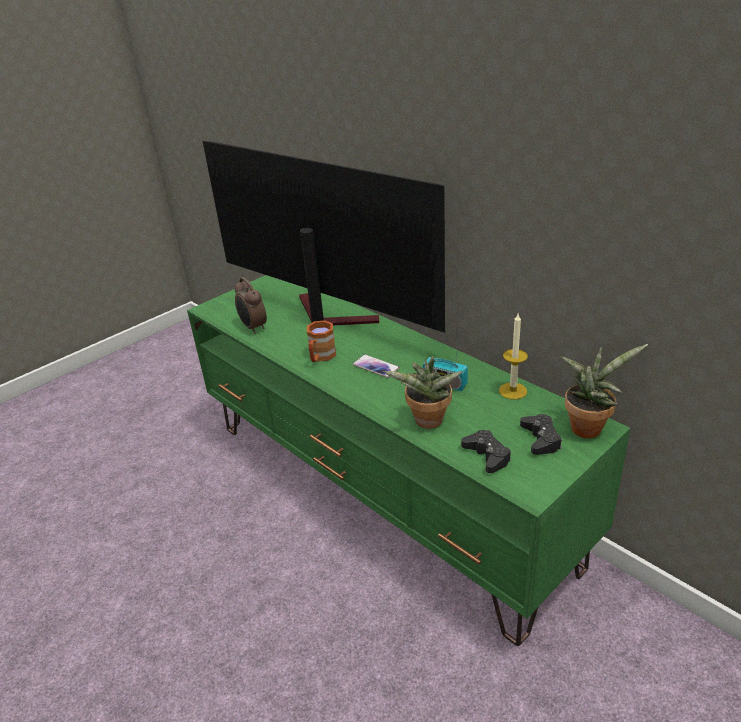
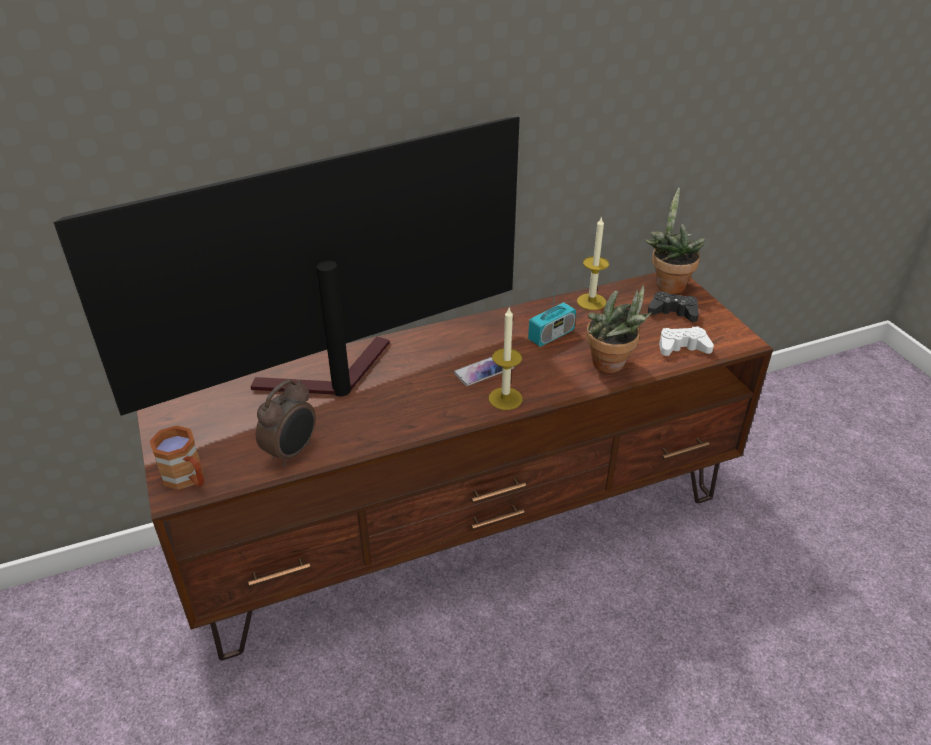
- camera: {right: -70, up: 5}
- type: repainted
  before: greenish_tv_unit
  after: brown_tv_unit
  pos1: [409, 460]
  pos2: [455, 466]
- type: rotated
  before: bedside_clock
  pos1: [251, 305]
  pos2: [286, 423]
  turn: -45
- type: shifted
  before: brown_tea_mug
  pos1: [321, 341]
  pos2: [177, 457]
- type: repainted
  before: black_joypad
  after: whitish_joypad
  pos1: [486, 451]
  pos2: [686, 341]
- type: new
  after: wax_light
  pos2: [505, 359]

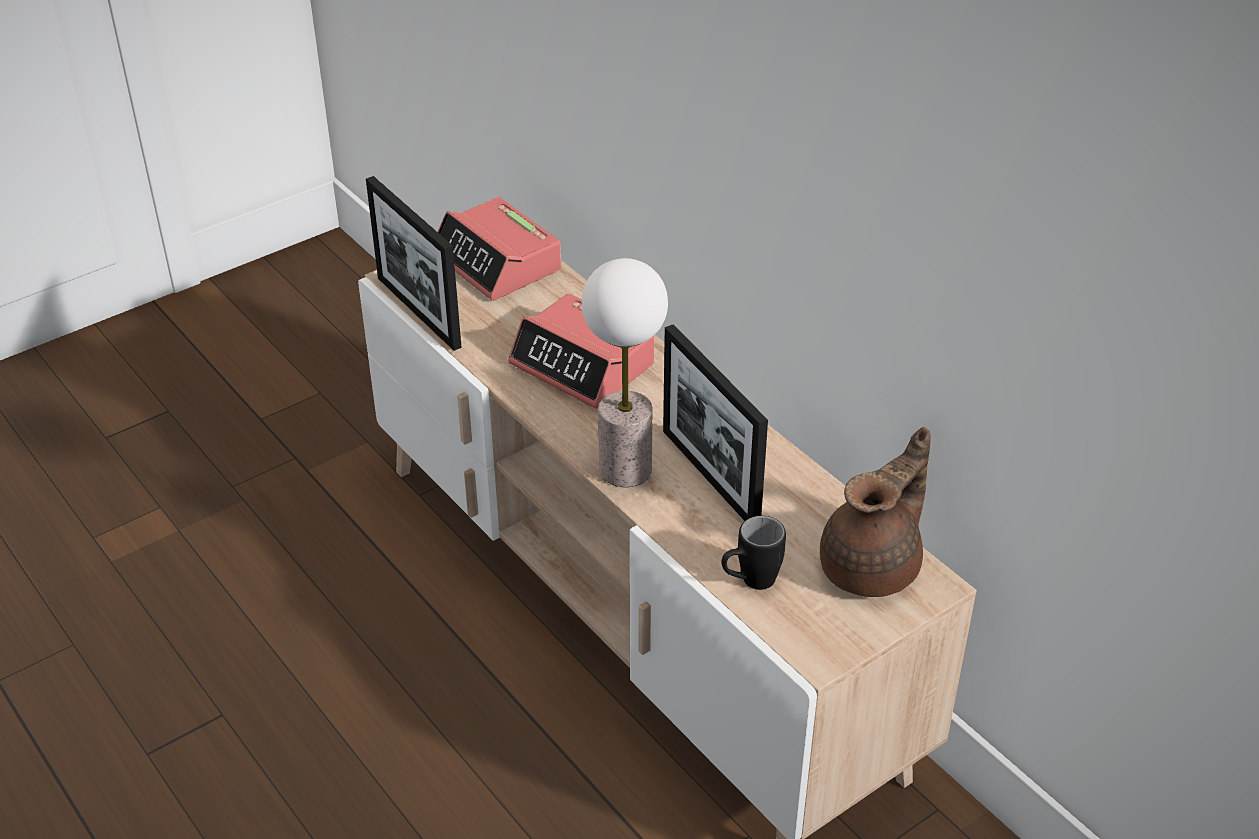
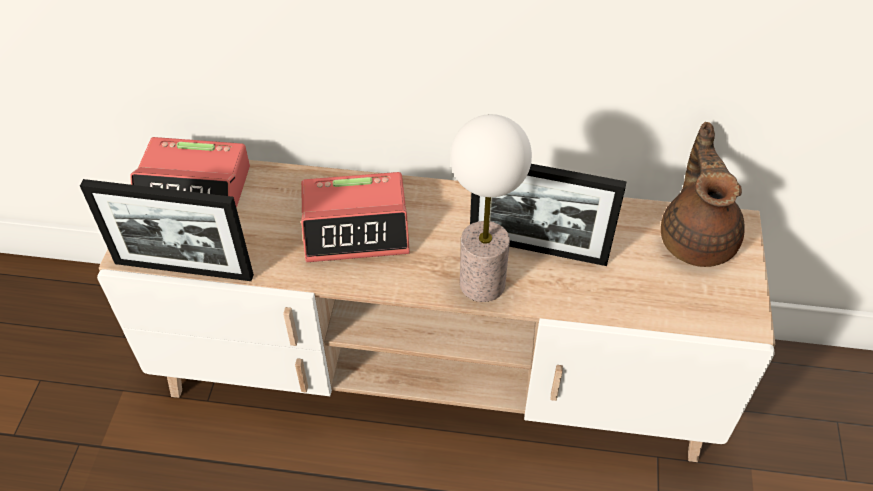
- camera: {right: -45, up: 10}
- type: gone
  before: black_tea_mug
  pos1: [753, 553]

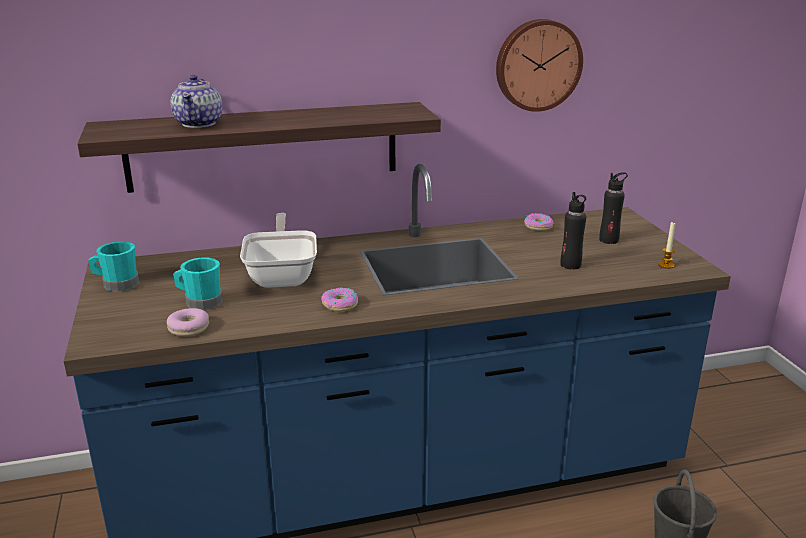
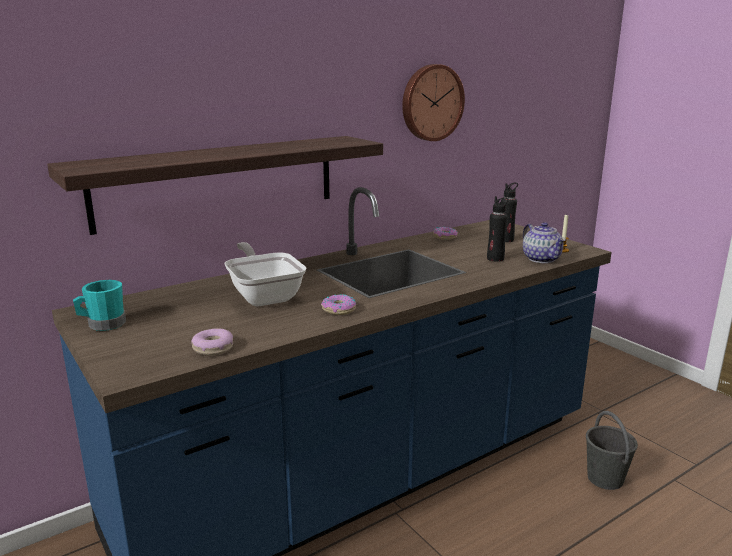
- camera: {right: -20, up: -5}
- type: shifted
  before: tea_pot
  pos1: [196, 101]
  pos2: [544, 242]
- type: gone
  before: turquoise_tea_mug
  pos1: [198, 284]

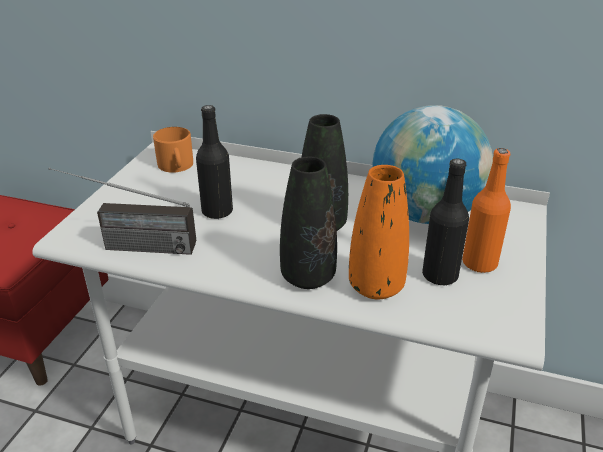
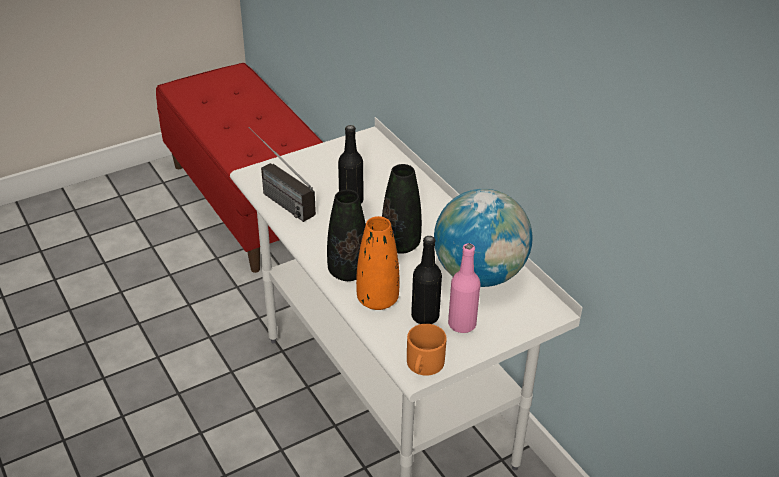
- camera: {right: 40, up: 5}
- type: shifted
  before: orangey_tea_mug
  pos1: [173, 150]
  pos2: [427, 350]
- type: repainted
  before: orangey_beverage_bottle
  after: pinkish_beverage_bottle
  pos1: [486, 210]
  pos2: [464, 288]

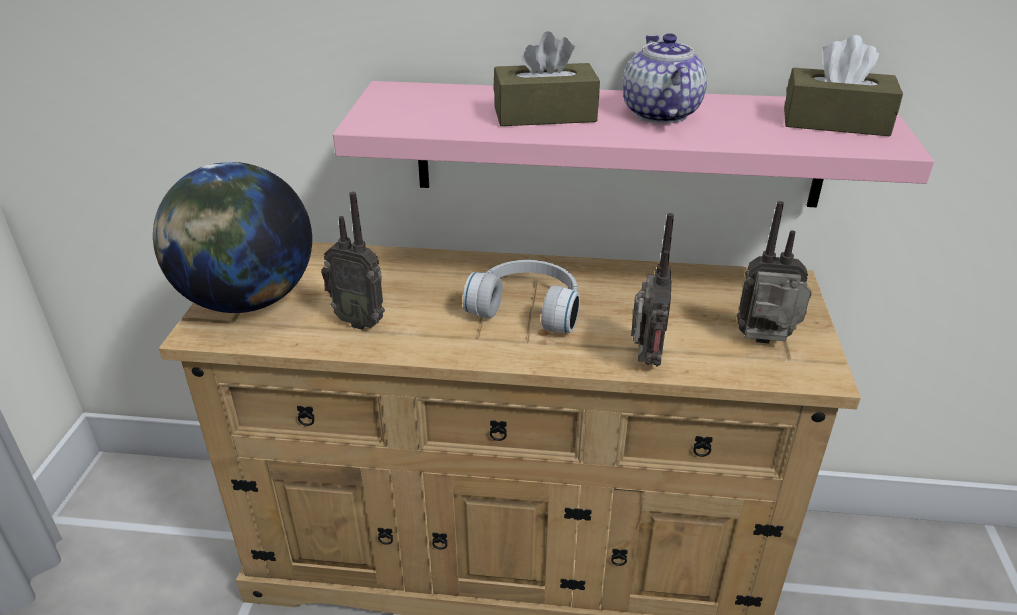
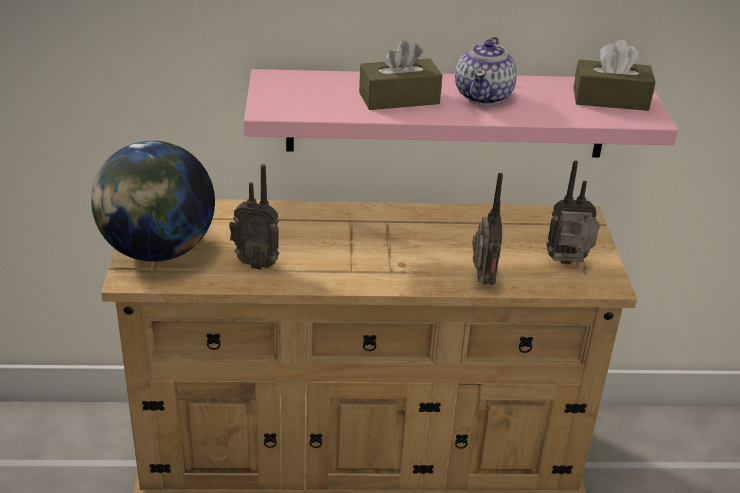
- camera: {right: -10, up: 0}
- type: rotated
  before: tea_pot
  pos1: [665, 78]
  pos2: [486, 71]
  turn: -150
- type: gone
  before: whitish_headset
  pos1: [521, 296]

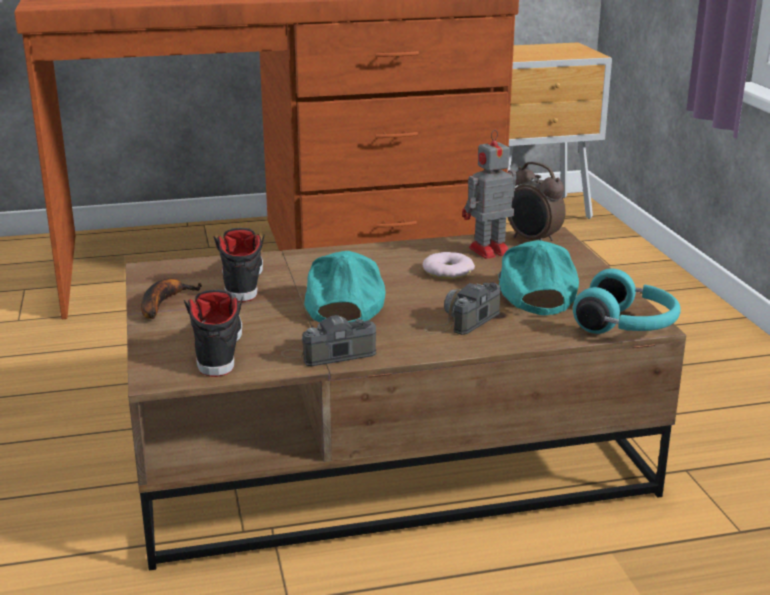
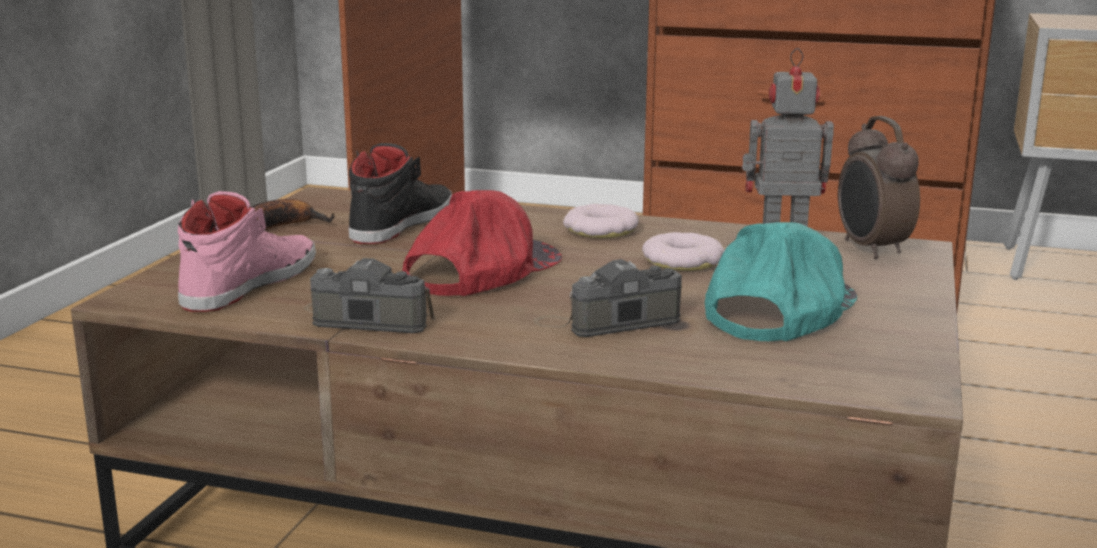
- camera: {right: 30, up: -5}
- type: repainted
  before: turquoise_baseball_cap
  after: red-coloured_baseball_cap
  pos1: [344, 287]
  pos2: [482, 243]
- type: gone
  before: turquoise_headset
  pos1: [627, 301]
- type: repainted
  before: black_low_shoe
  after: pinkish_low_shoe
  pos1: [213, 333]
  pos2: [247, 251]
- type: new
  after: ring_doughnut
  pos2: [601, 221]

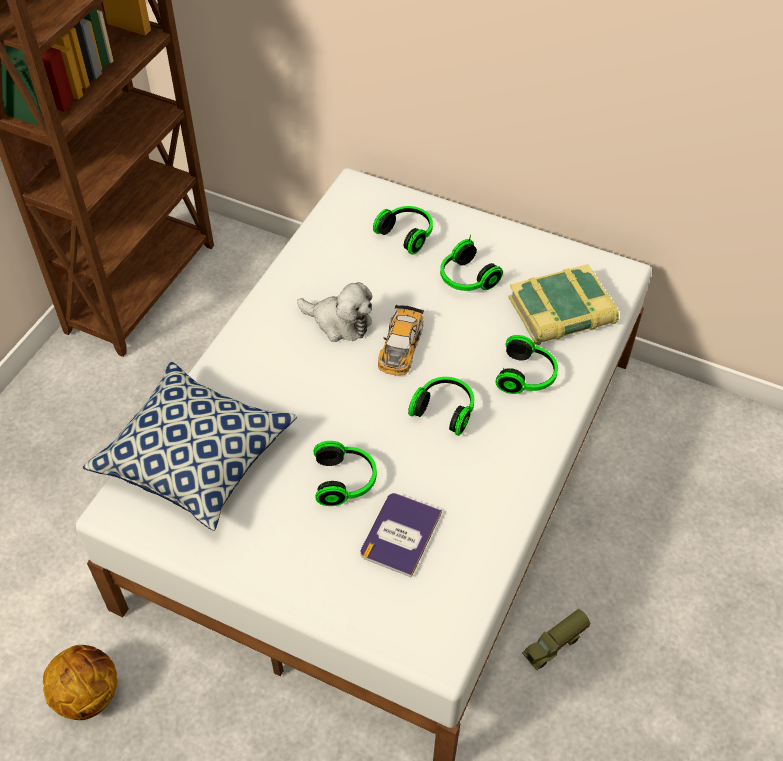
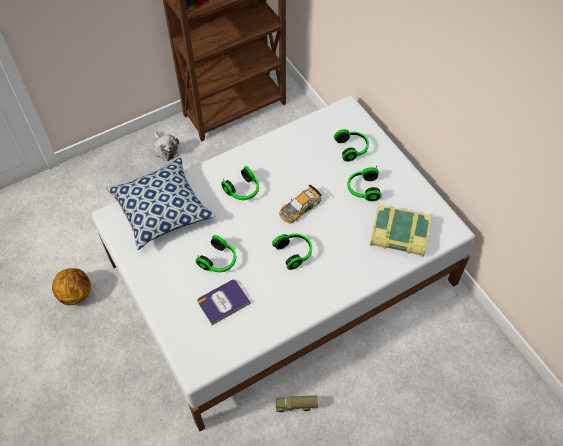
- camera: {right: 35, up: 5}
- type: shifted
  before: plush_toy
  pos1: [334, 312]
  pos2: [166, 146]
- type: shifted
  before: headset
  pos1: [526, 364]
  pos2: [240, 183]

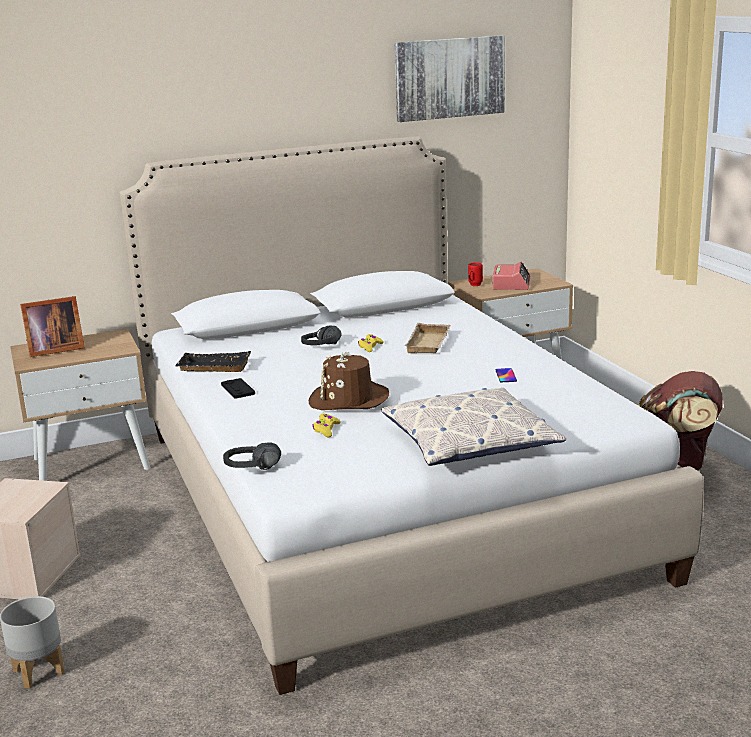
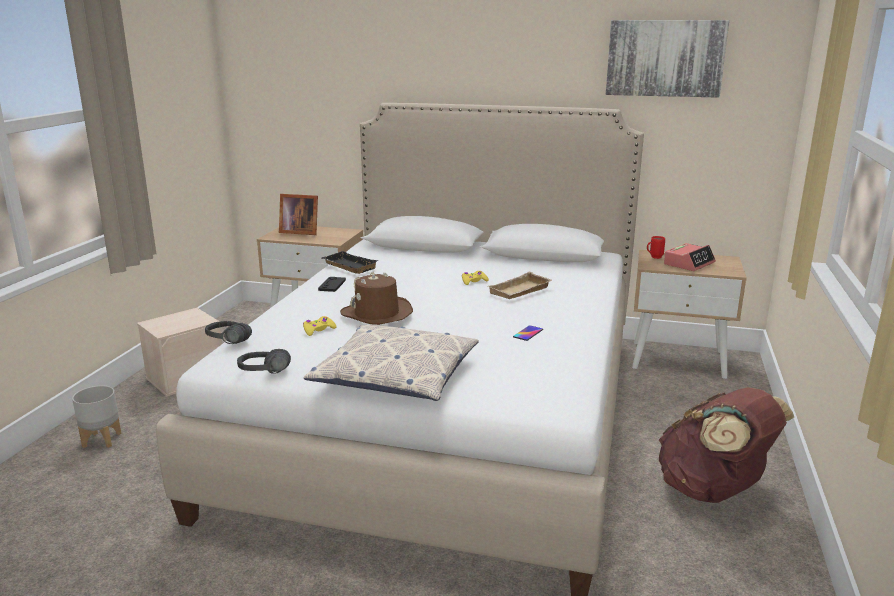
- camera: {right: 35, up: 0}
- type: shifted
  before: black_headset
  pos1: [321, 335]
  pos2: [264, 361]

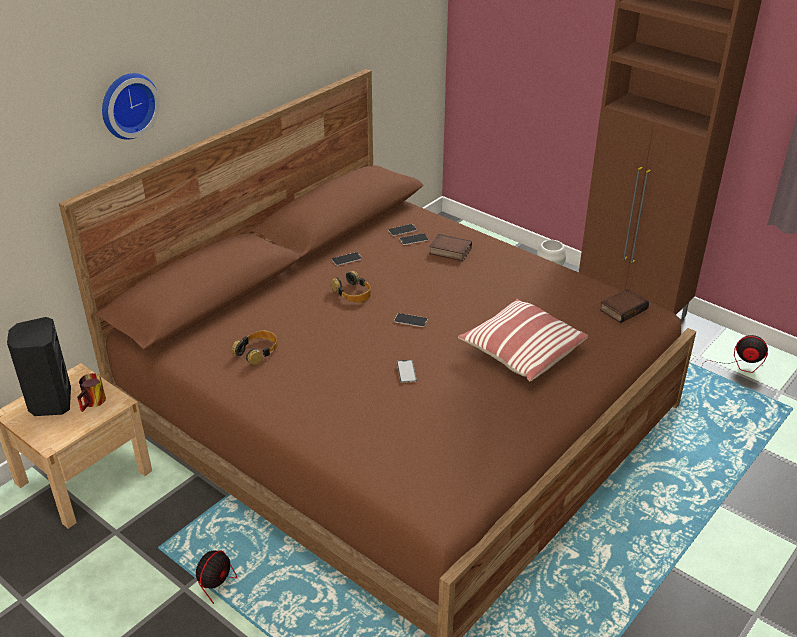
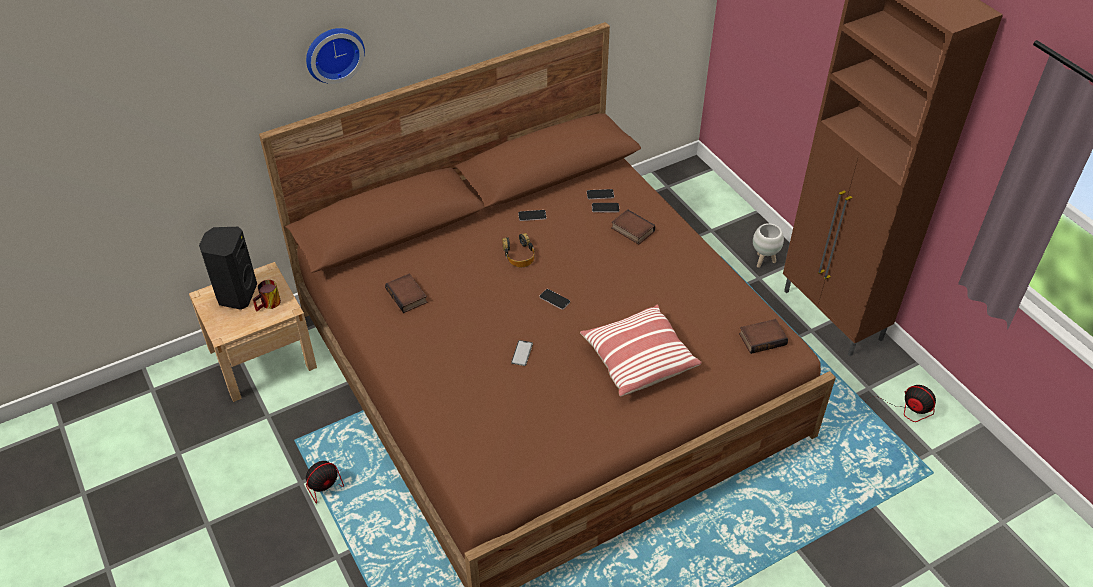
- camera: {right: 20, up: 10}
- type: swapped
  before: headset
  after: bound_book
  pos1: [254, 348]
  pos2: [406, 293]

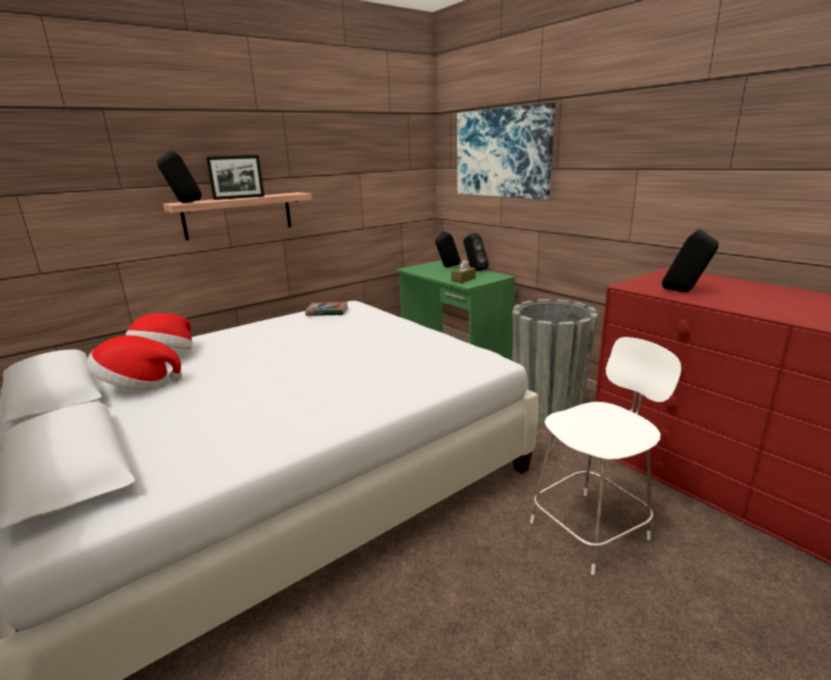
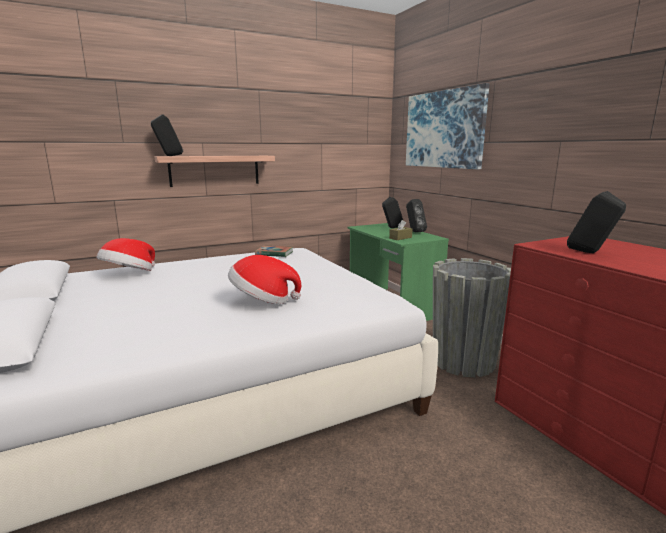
- camera: {right: 10, up: -5}
- type: gone
  before: standing_frame
  pos1: [235, 177]
- type: shifted
  before: wearable_hat
  pos1: [134, 362]
  pos2: [264, 279]
- type: gone
  before: whitish_upright_chair
  pos1: [605, 456]

